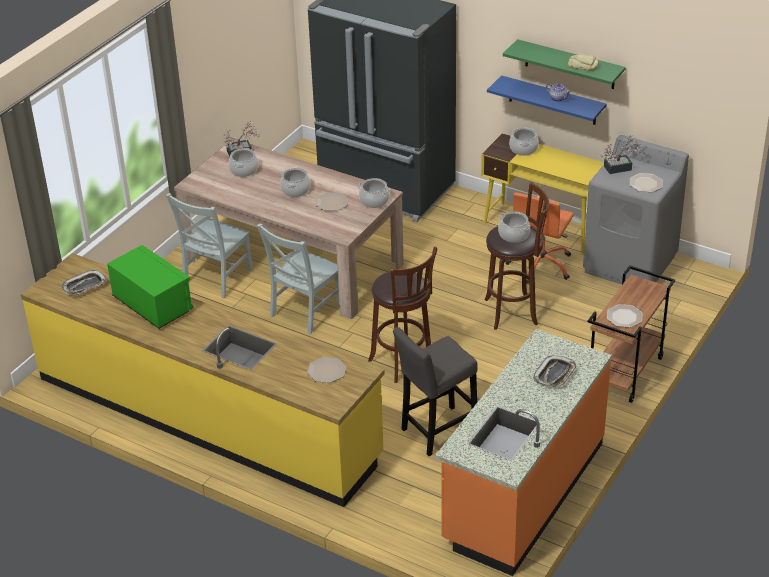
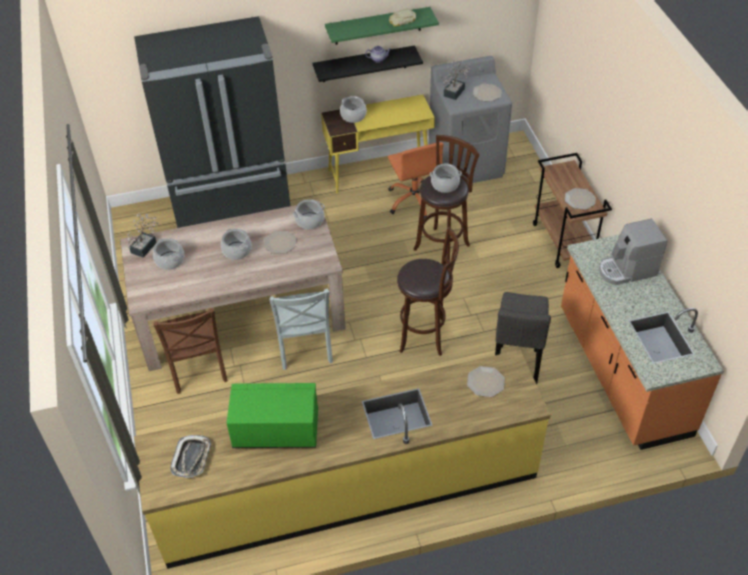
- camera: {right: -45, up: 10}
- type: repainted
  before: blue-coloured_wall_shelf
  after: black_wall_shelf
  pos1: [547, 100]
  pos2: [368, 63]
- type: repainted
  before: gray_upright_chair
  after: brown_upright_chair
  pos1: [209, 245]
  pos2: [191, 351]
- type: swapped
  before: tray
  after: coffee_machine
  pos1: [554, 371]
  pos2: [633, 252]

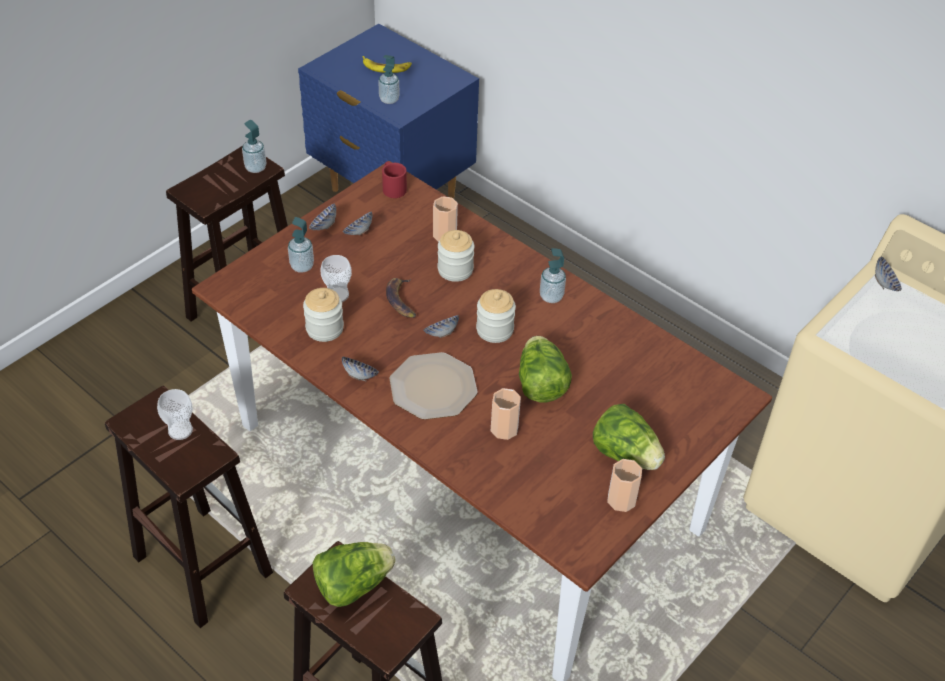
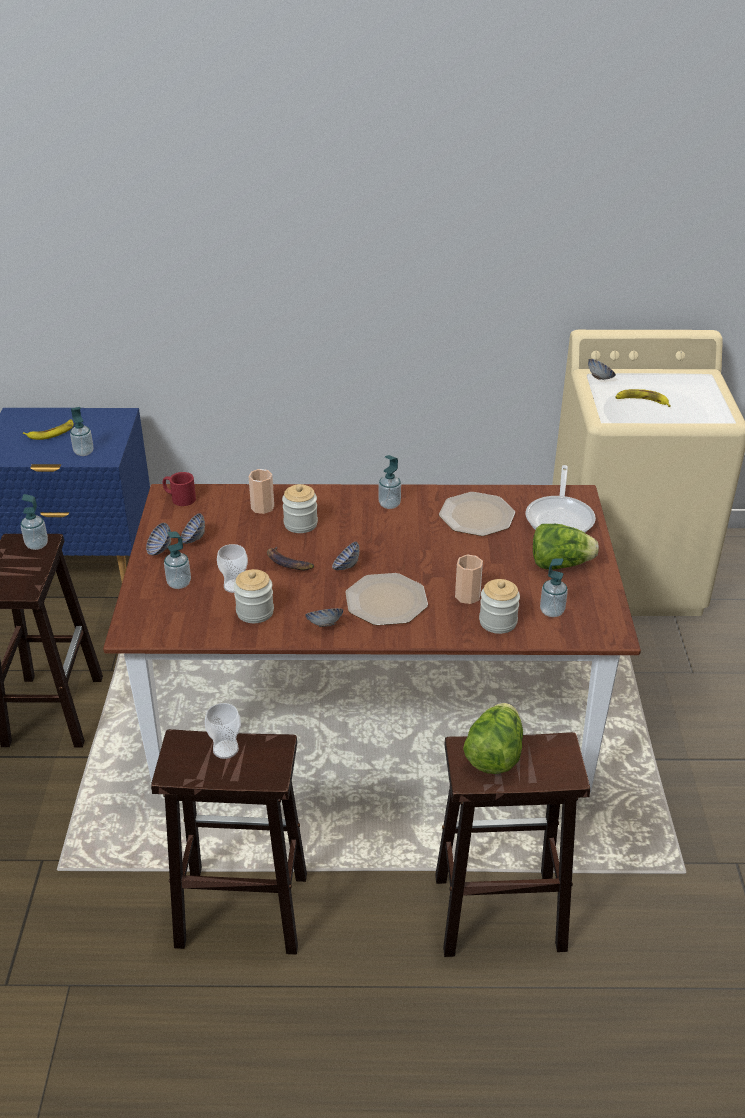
- camera: {right: -40, up: -10}
- type: shifted
  before: storage_jar
  pos1: [496, 316]
  pos2: [499, 606]
- type: gone
  before: lettuce_head
  pos1: [545, 369]
- type: gone
  before: cup
  pos1: [624, 485]
- type: new
  after: banana
  pos2: [643, 398]
- type: new
  after: skillet
  pos2: [561, 499]
- type: new
  after: plate
  pos2: [477, 514]
- type: new
  after: soap_dispenser
  pos2: [554, 587]

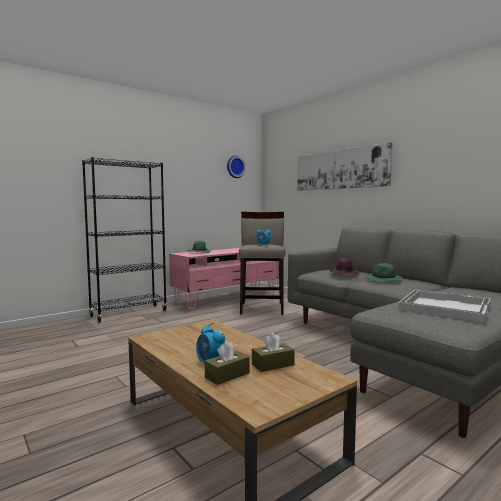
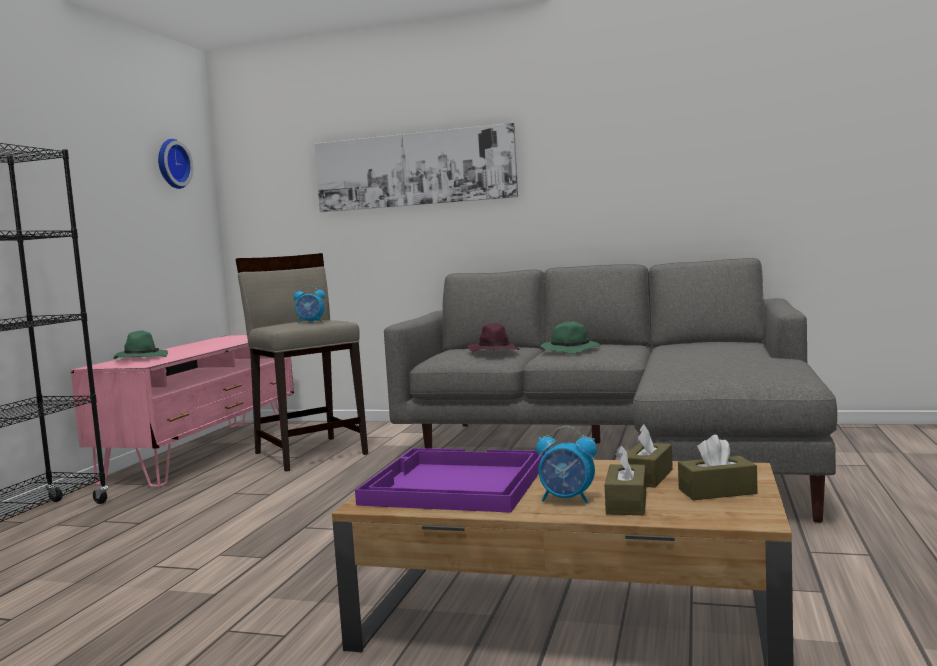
- camera: {right: -35, up: 0}
- type: gone
  before: whitish_tray
  pos1: [444, 306]
- type: new
  after: brown_tissue_holder
  pos2: [718, 467]
- type: new
  after: purplish_tray
  pos2: [450, 480]

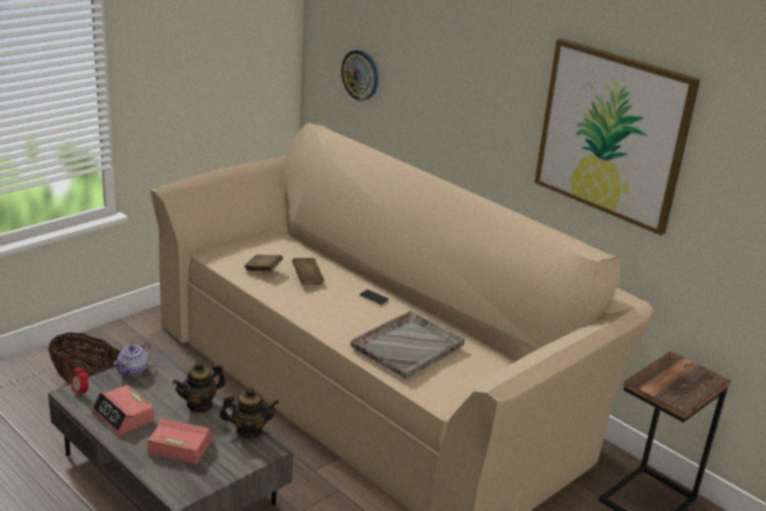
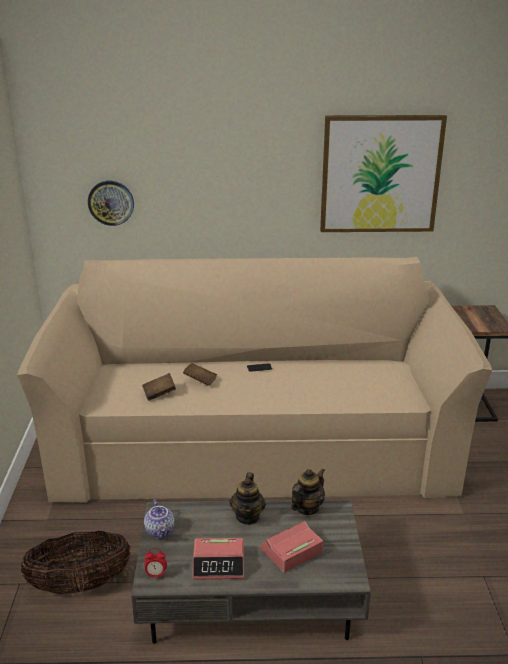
- camera: {right: -45, up: 0}
- type: gone
  before: gray_tray
  pos1: [408, 345]

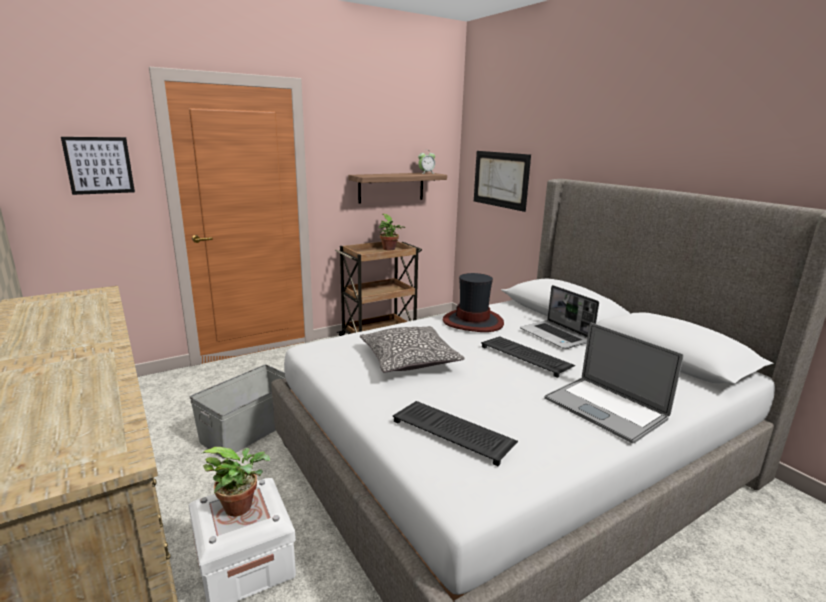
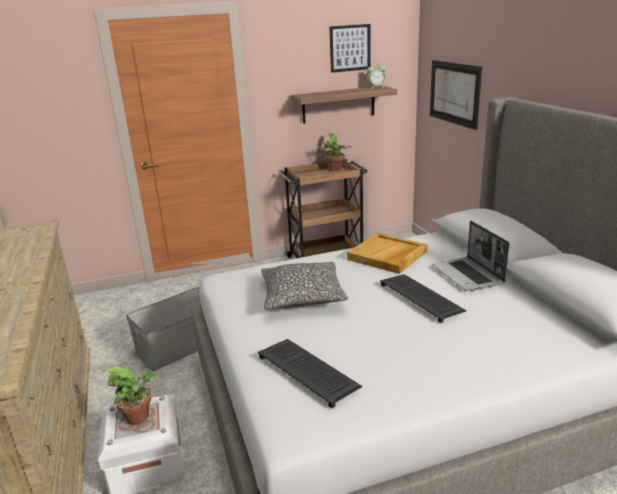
- camera: {right: 15, up: 5}
- type: shifted
  before: picture
  pos1: [98, 166]
  pos2: [350, 48]
- type: swapped
  before: wearable_hat
  after: beige-coloured_tray
  pos1: [473, 302]
  pos2: [387, 253]
- type: gone
  before: laptop
  pos1: [613, 383]

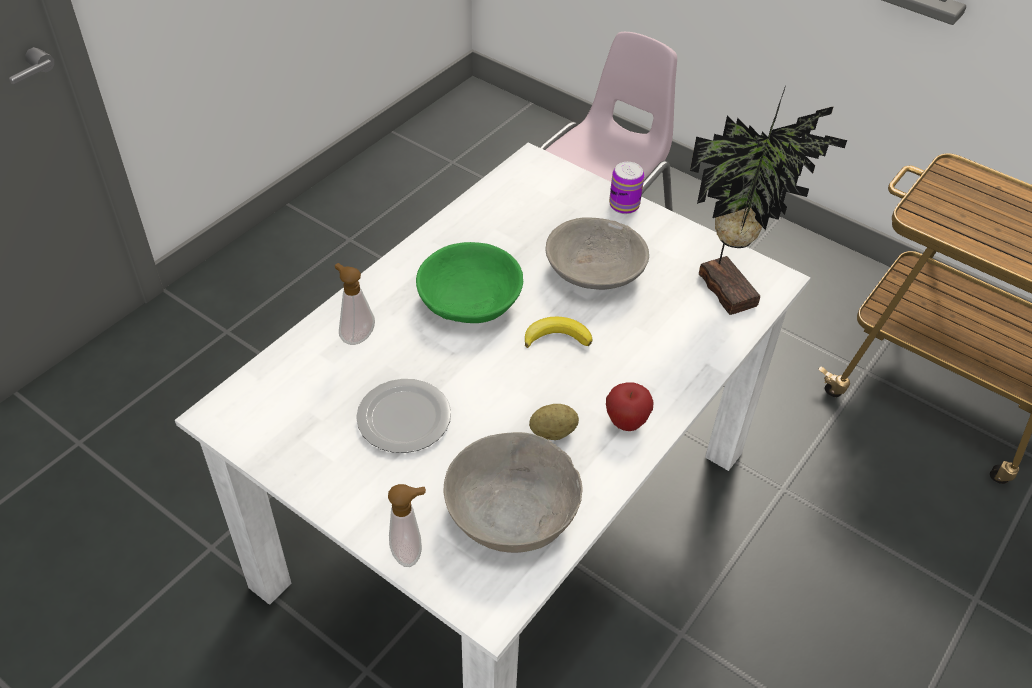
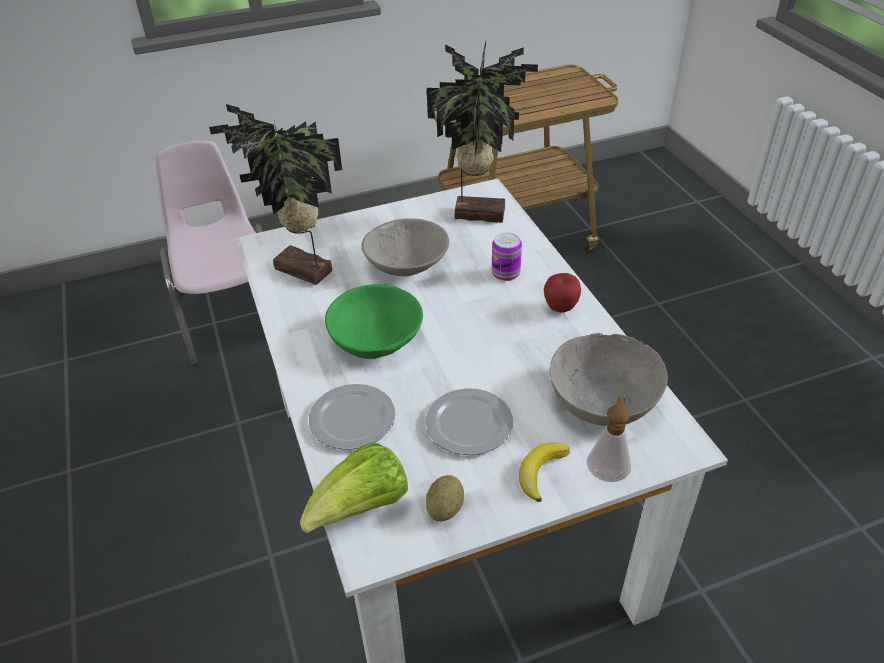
- camera: {right: -55, up: -5}
- type: shifted
  before: metal_can
  pos1: [626, 188]
  pos2: [507, 256]
- type: swapped
  before: soap_dispenser
  after: plate
  pos1: [355, 304]
  pos2: [352, 417]
- type: shifted
  before: banana
  pos1: [558, 332]
  pos2: [544, 472]
- type: shifted
  before: whole_potato
  pos1: [554, 422]
  pos2: [445, 498]
- type: new
  after: potted_plant
  pos2: [275, 194]
- type: new
  after: lettuce_head
  pos2: [354, 487]

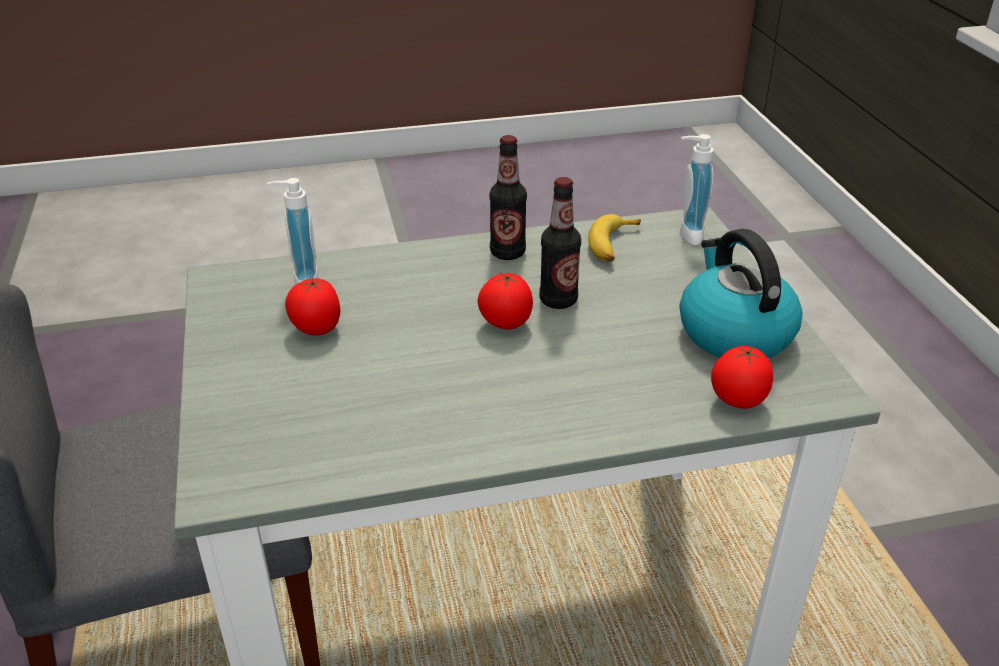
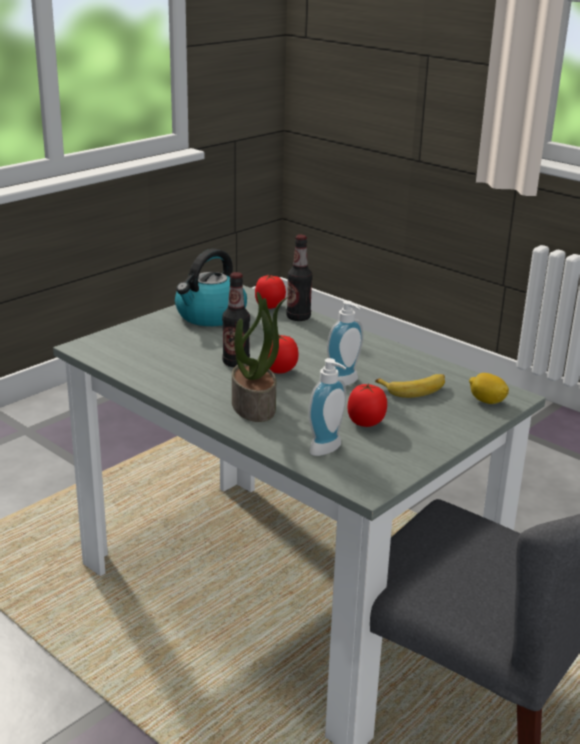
- camera: {right: -125, up: -10}
- type: shifted
  before: soap_dispenser
  pos1: [696, 189]
  pos2: [345, 343]
- type: shifted
  before: beverage_bottle
  pos1: [508, 197]
  pos2: [299, 278]
- type: shifted
  before: banana
  pos1: [614, 238]
  pos2: [410, 386]
- type: new
  after: potted_plant
  pos2: [260, 357]
- type: new
  after: whole_lemon
  pos2: [489, 388]

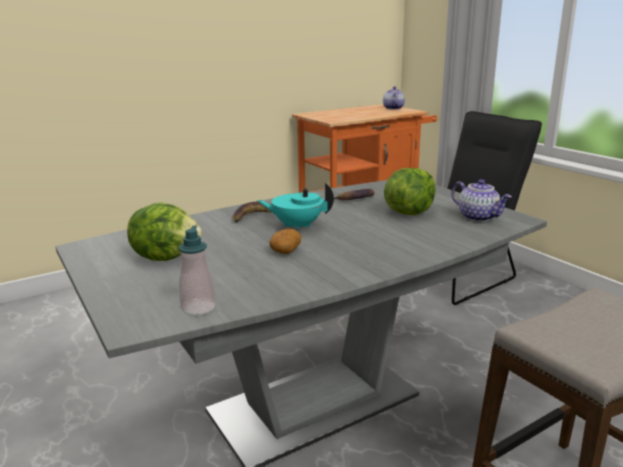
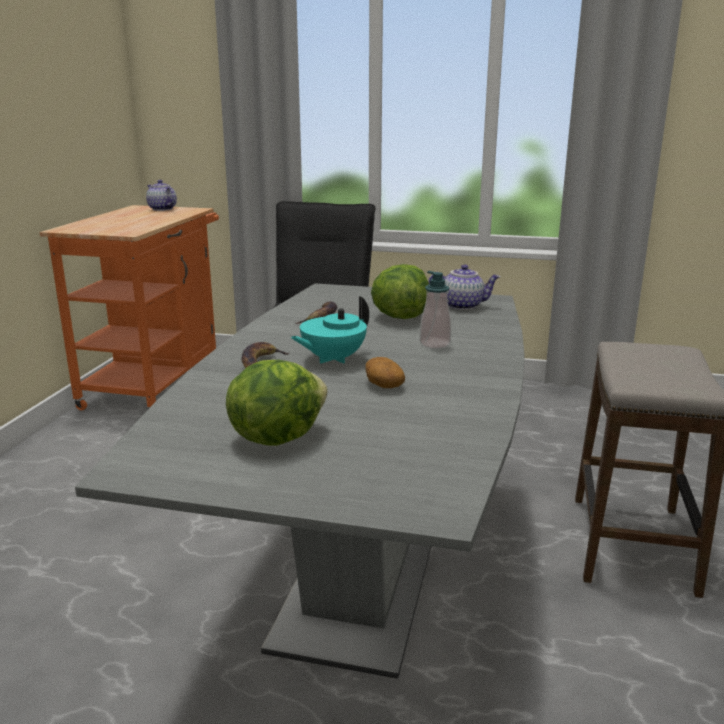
- camera: {right: -45, up: 0}
- type: shifted
  before: soap_dispenser
  pos1: [197, 270]
  pos2: [435, 310]

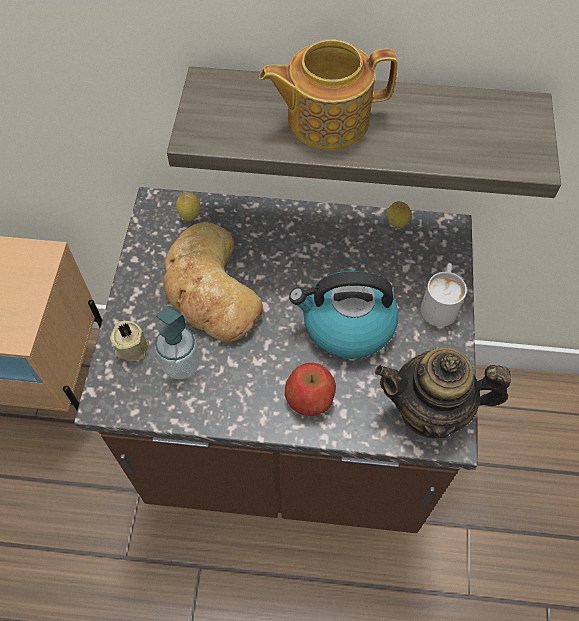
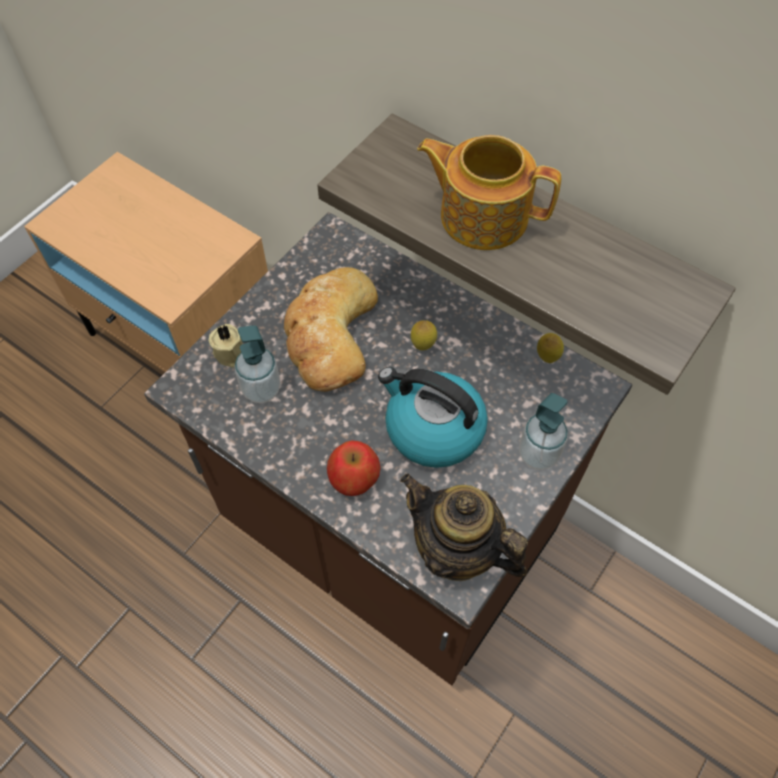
- camera: {right: 30, up: 0}
- type: shifted
  before: whole_lemon
  pos1: [188, 207]
  pos2: [424, 335]
- type: swapped
  before: whitish_tea_mug
  after: soap_dispenser
  pos1: [444, 295]
  pos2: [543, 431]

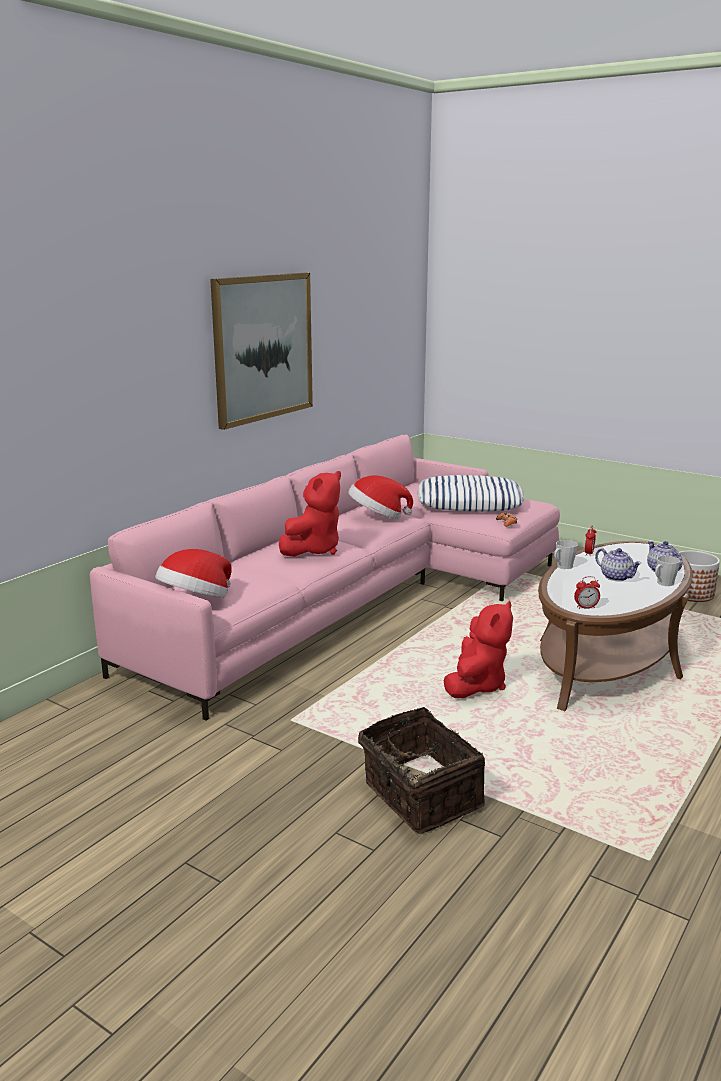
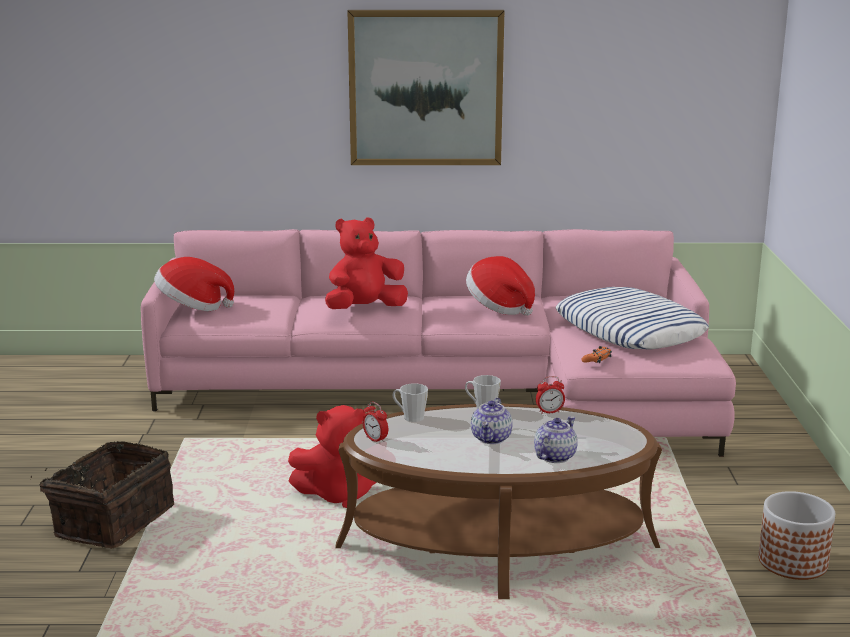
- camera: {right: 55, up: 0}
- type: rotated
  before: red-coloured_plush_toy
  pos1: [310, 514]
  pos2: [366, 263]
  turn: 150
- type: shifted
  before: gray_tea_mug
  pos1: [667, 571]
  pos2: [410, 402]

